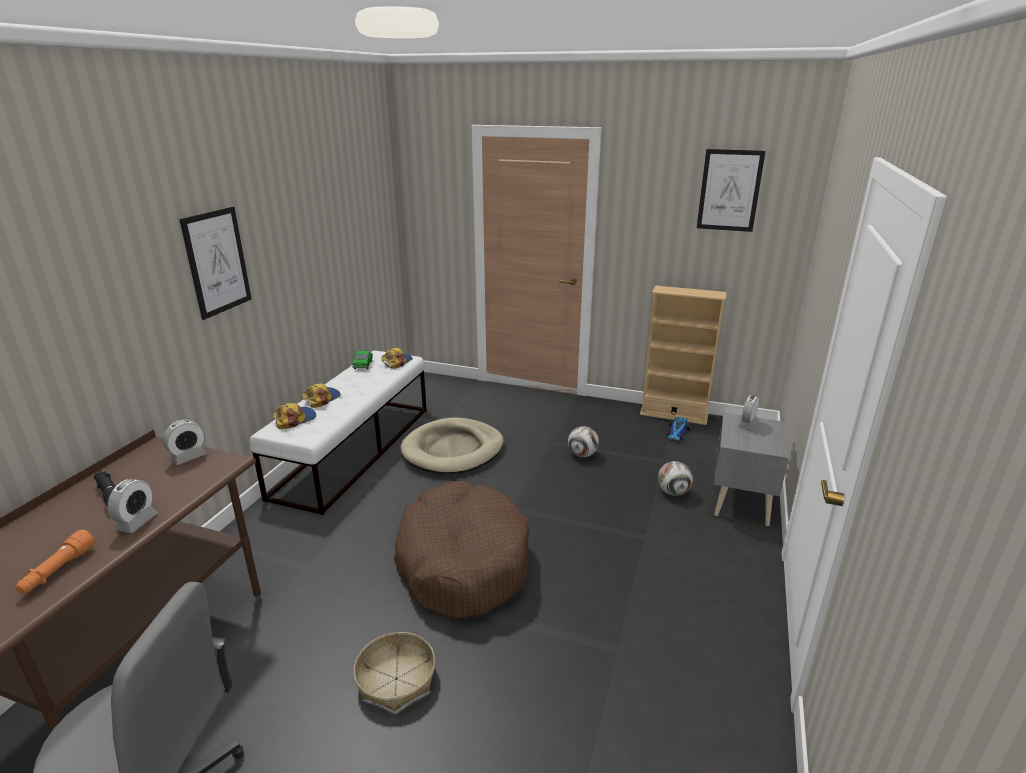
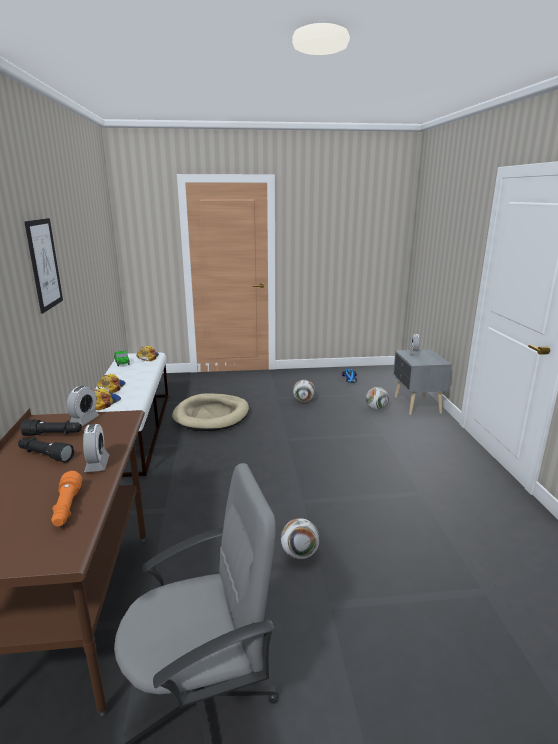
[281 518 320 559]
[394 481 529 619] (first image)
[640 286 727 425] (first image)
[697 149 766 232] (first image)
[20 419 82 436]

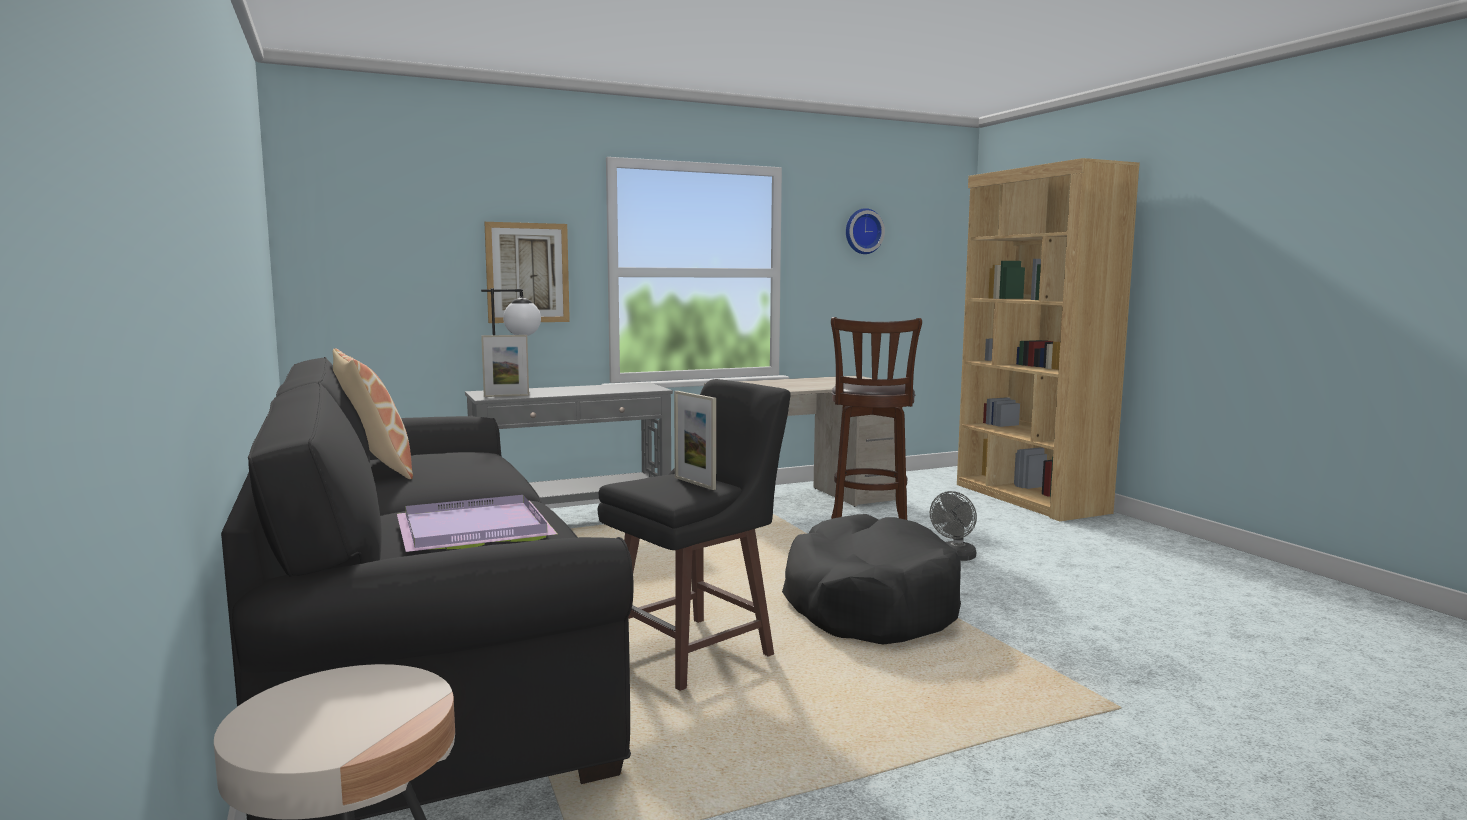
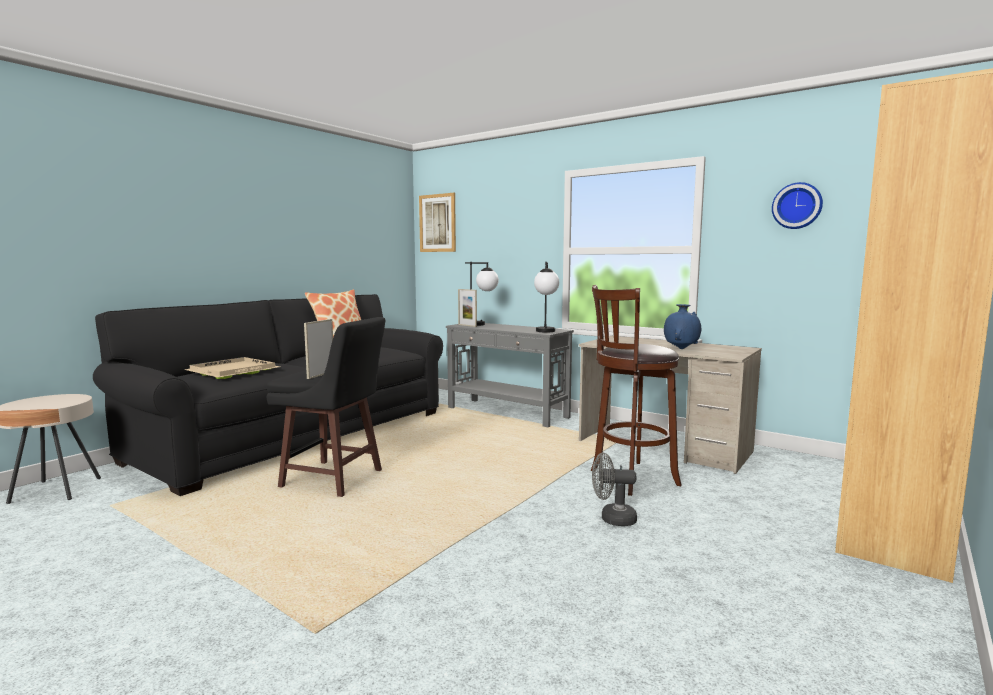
[184 357 280 379]
[419 193 456 252]
[782 514 961 644] (first image)
[534 262 559 332]
[664 304 701 349]

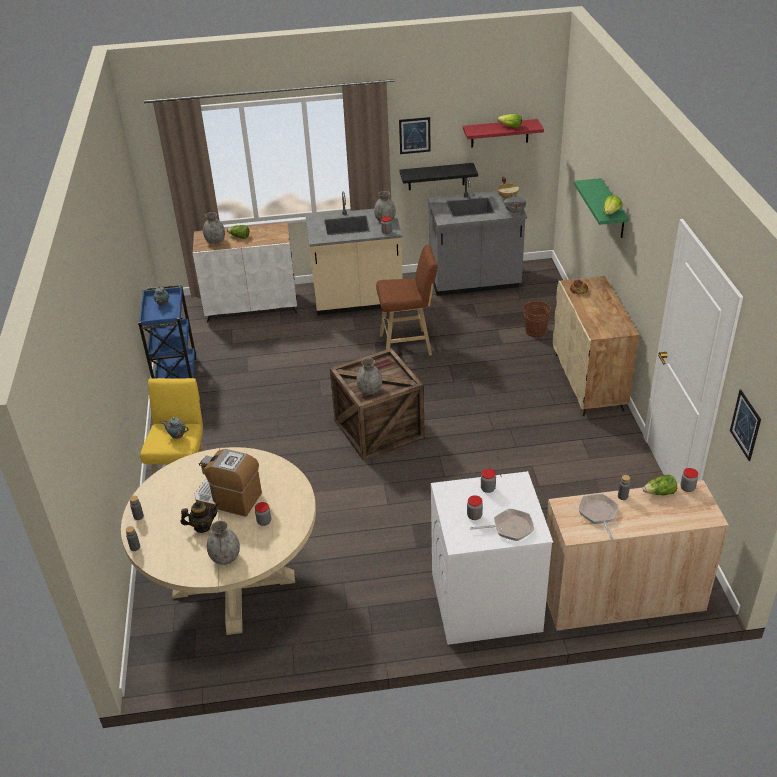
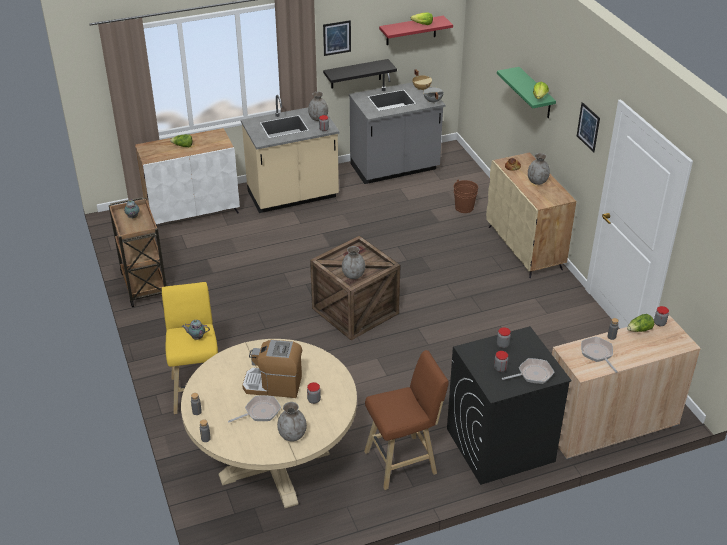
[109 197 167 307]
[228 396 281 422]
[528 153 550 185]
[364 350 449 490]
[447 326 572 485]
[577 102 600 152]

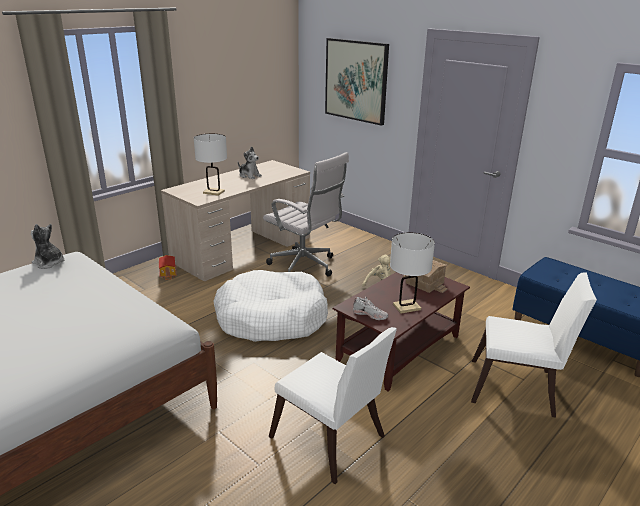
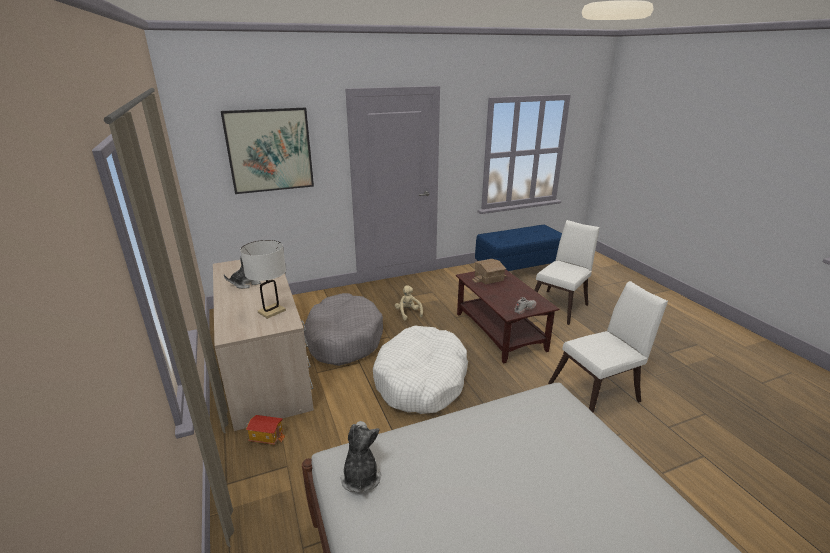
[340 421 381 493]
[304 293 383 366]
[390 232 435 314] (first image)

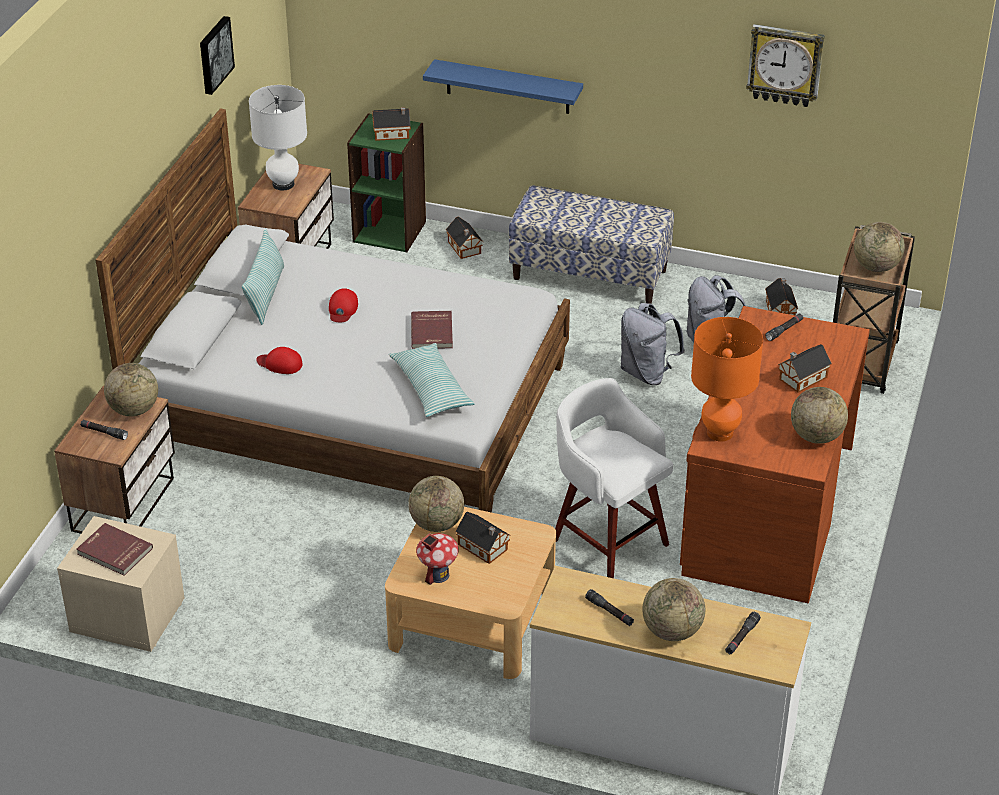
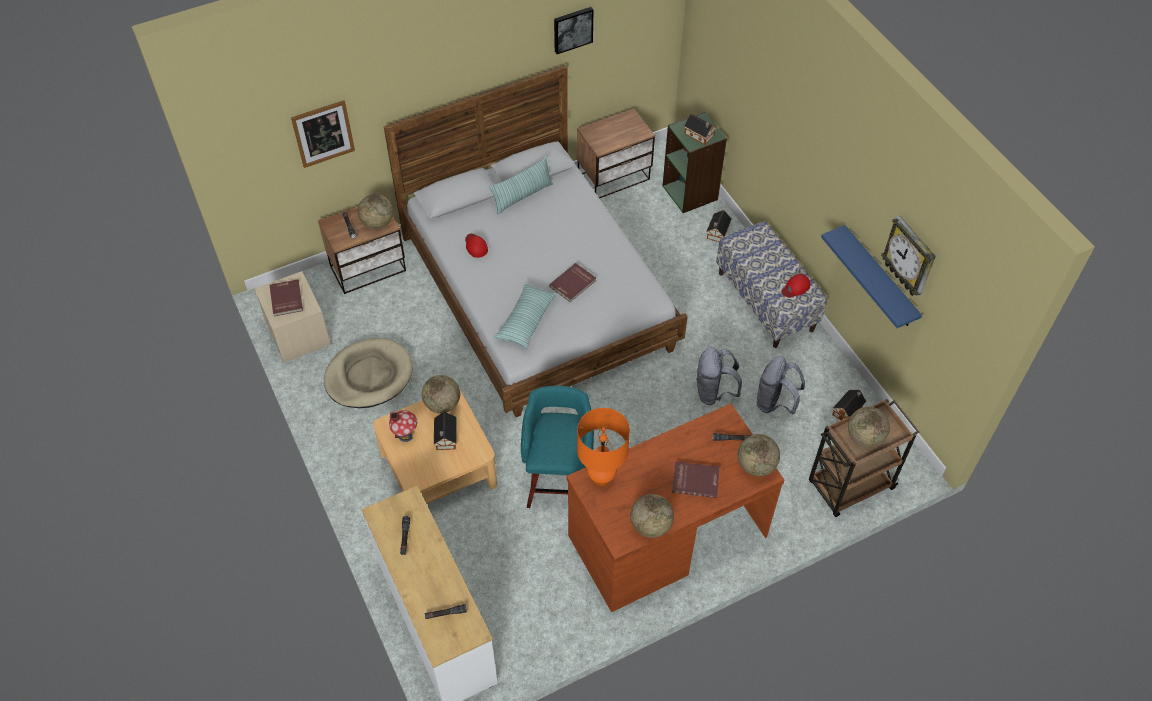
[249 85 307 190] (first image)
[782 274 811 298]
[821 225 922 328]
[521 385 594 508]
[738 434 780 476]
[672 461 720 498]
[291 100 355 168]
[324 338 412 408]

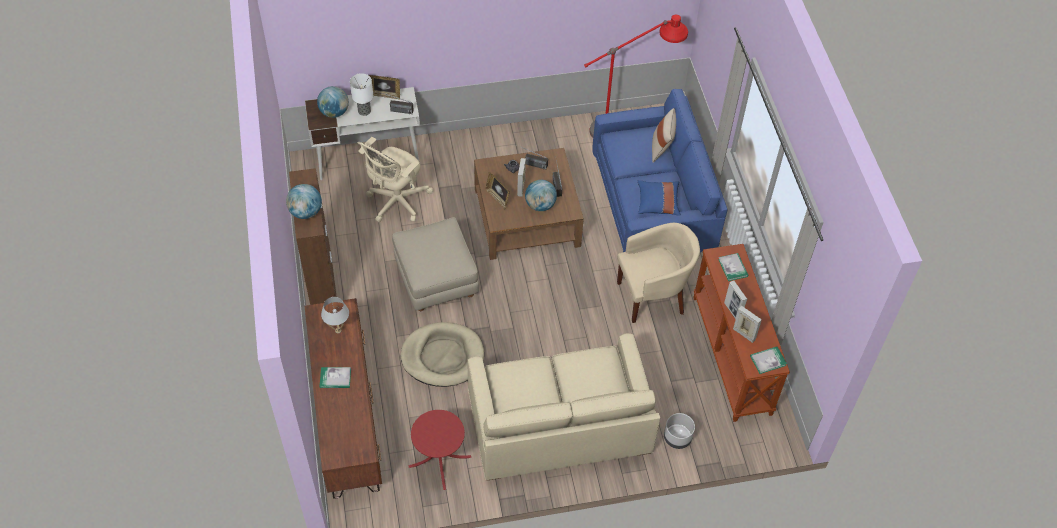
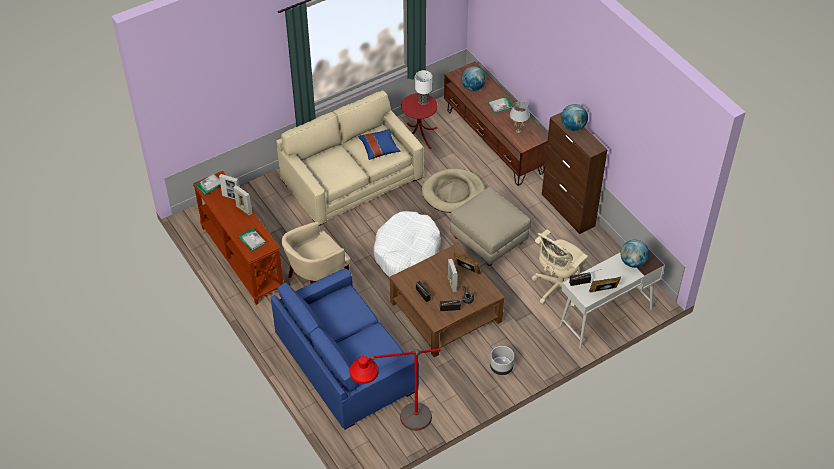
[415 70 432 105]
[532 229 588 307]
[461 66 486 91]
[358 129 401 160]
[652 108 676 163] (first image)
[490 346 514 375]
[373 211 441 277]

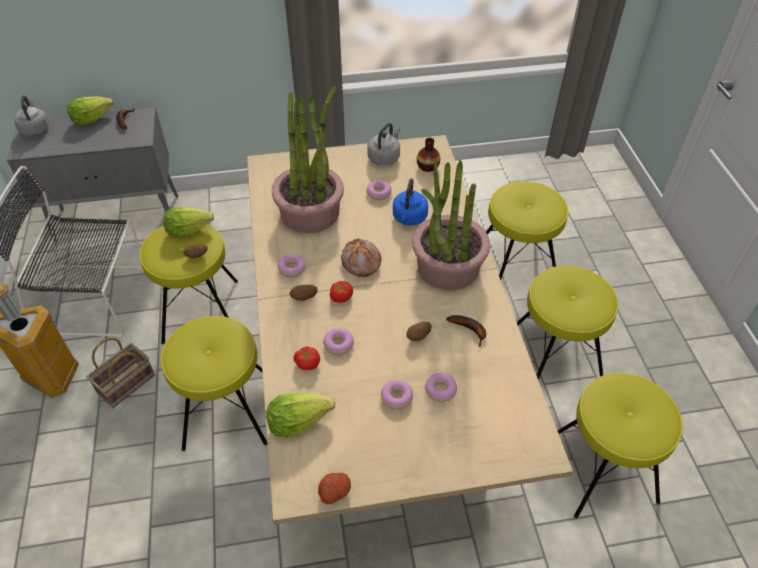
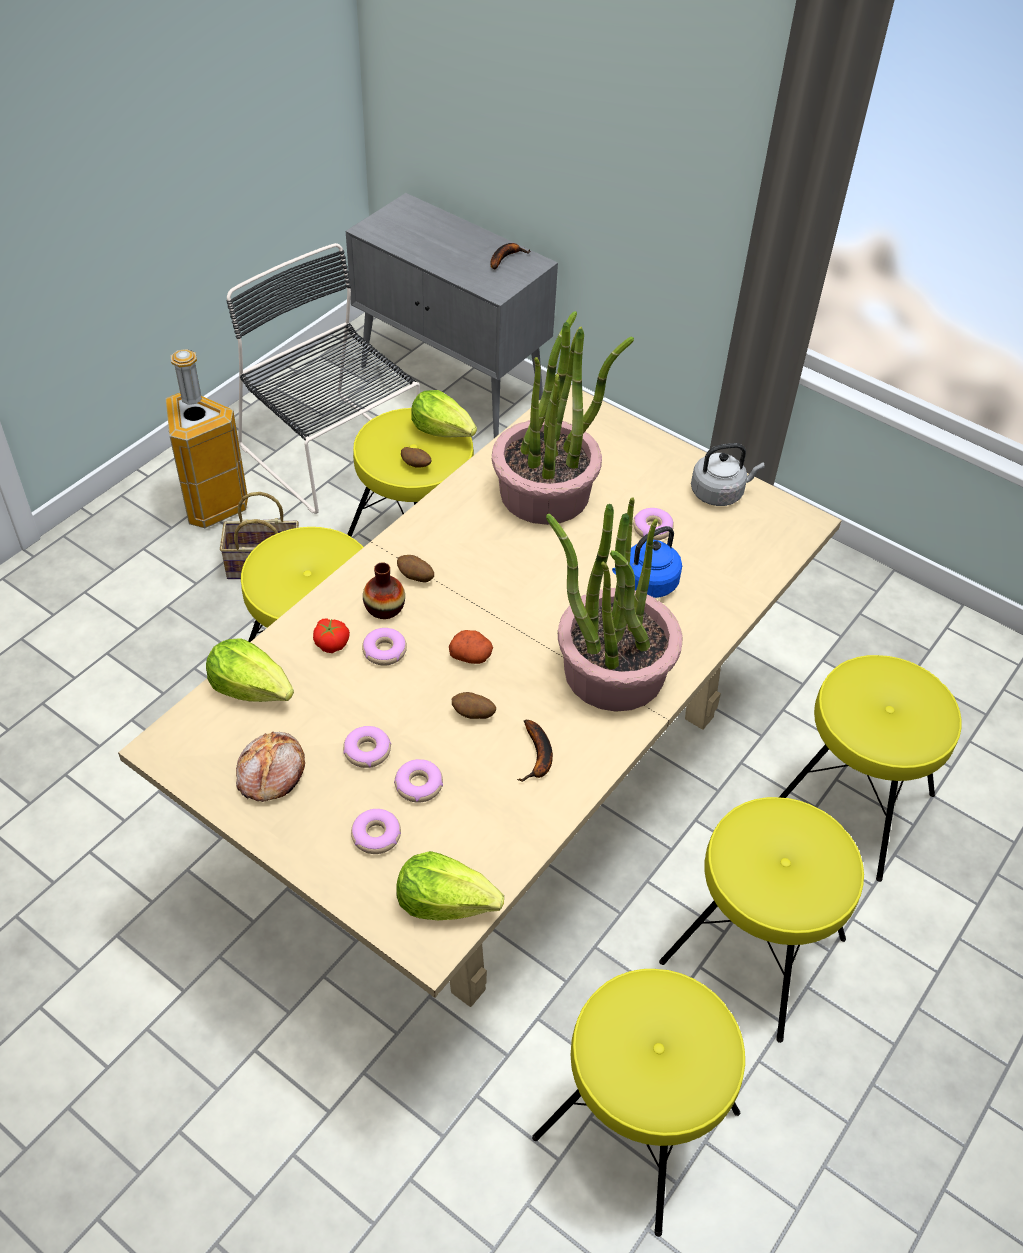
[14 96 49 136] (first image)
[396 851 504 920]
[351 809 401 854]
[449 630 493 664]
[330 281 353 303] (first image)
[236 731 305 802]
[363 562 405 619]

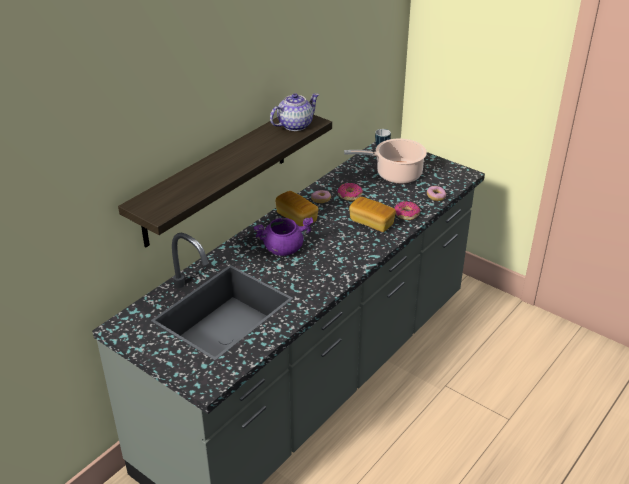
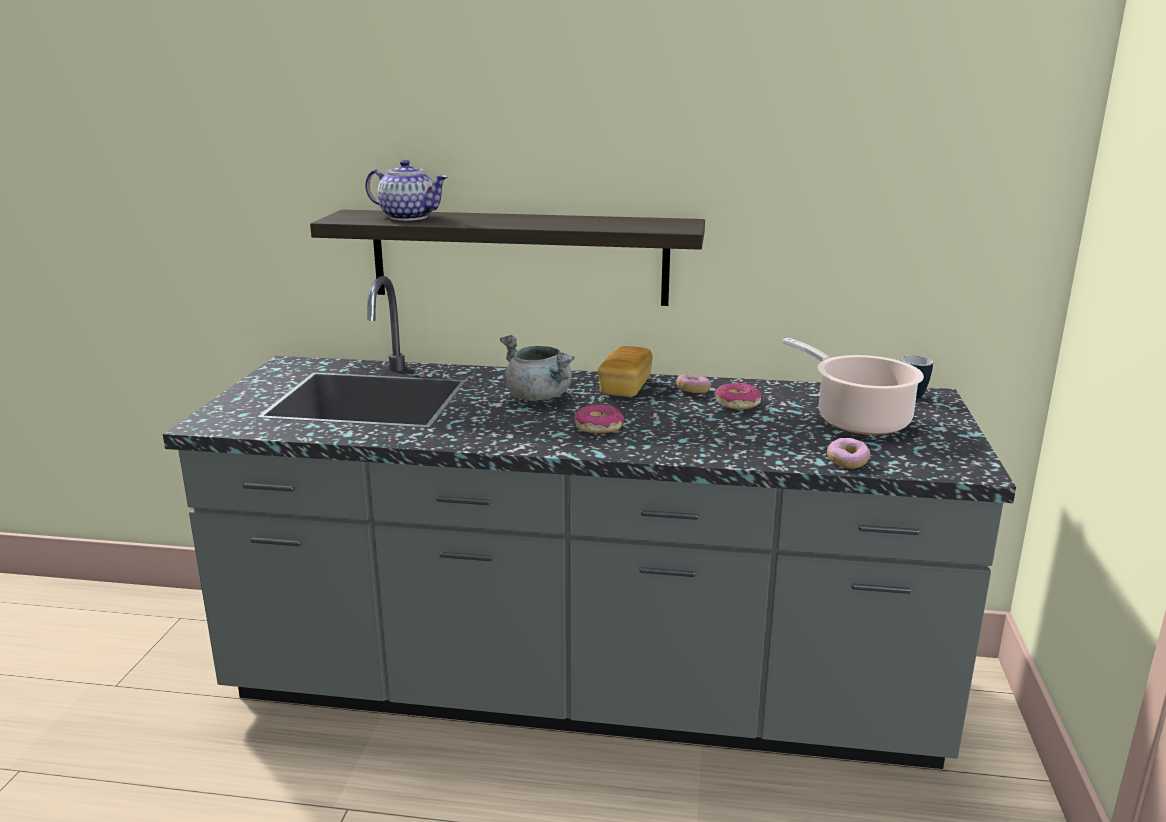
[500 335 574 401]
[365 160 448 221]
[349 197 396 232] (first image)
[575 404 624 434]

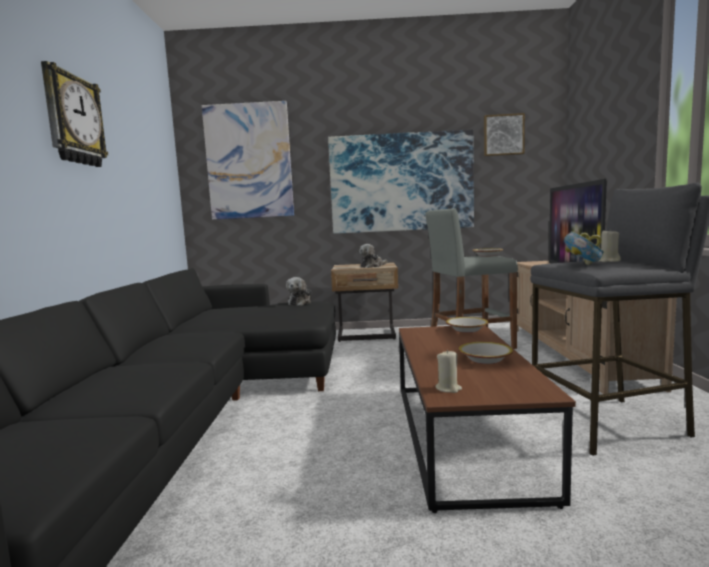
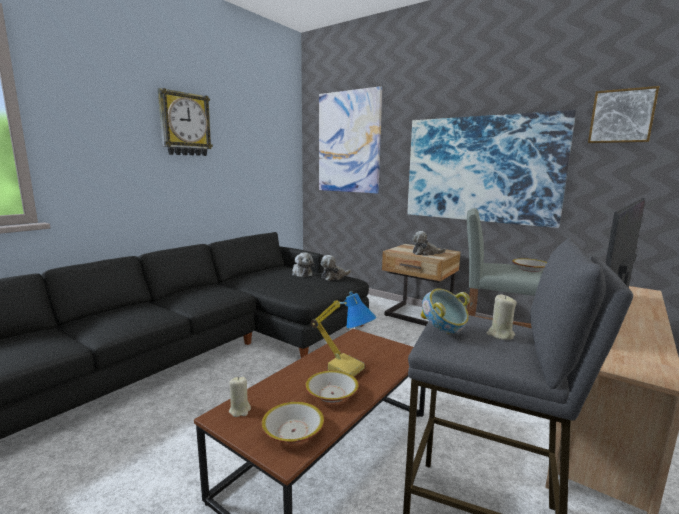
[261 402 324 443]
[292 253 314 277]
[311 291 376 376]

